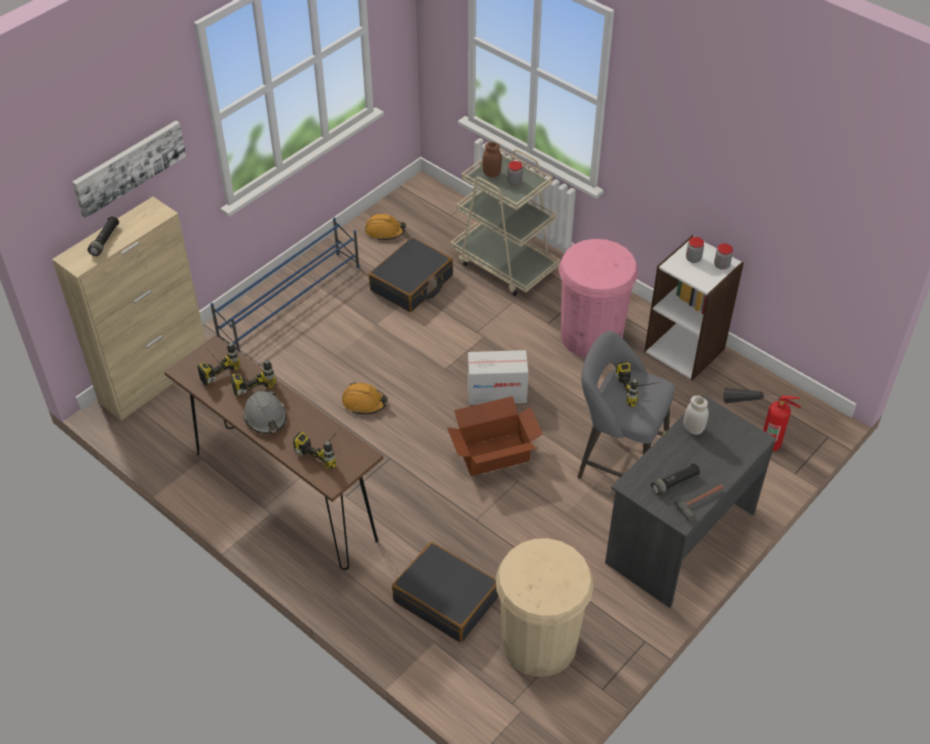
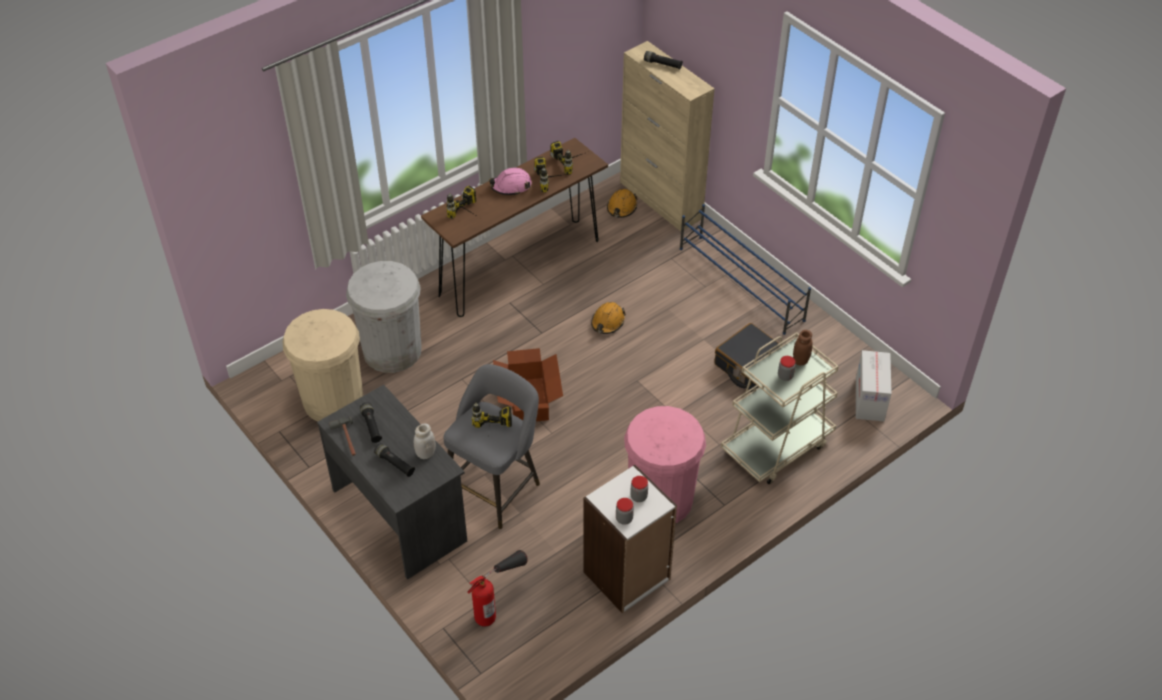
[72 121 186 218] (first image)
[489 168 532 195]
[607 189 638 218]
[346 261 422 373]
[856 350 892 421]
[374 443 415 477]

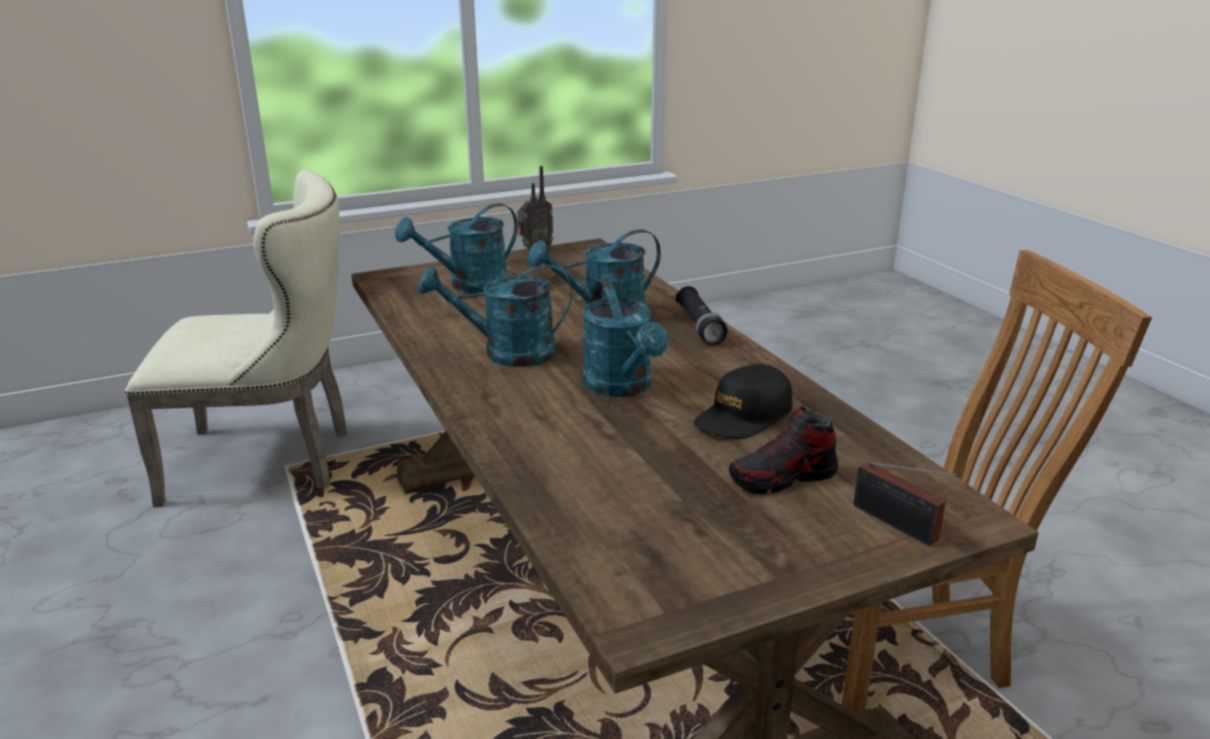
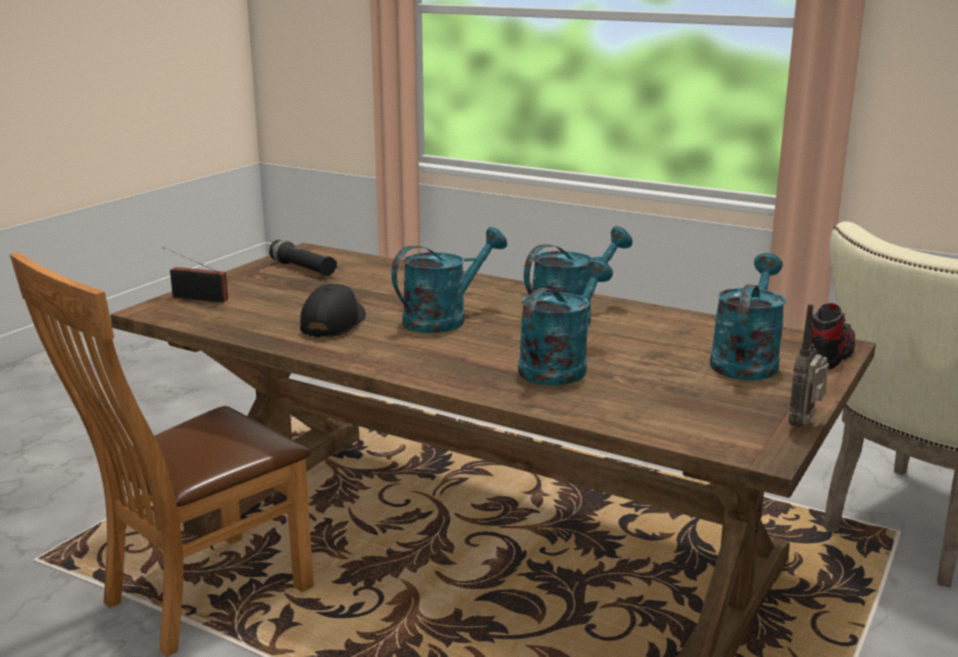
[391 227 507 333]
[269 240 337 276]
[812 303 855 370]

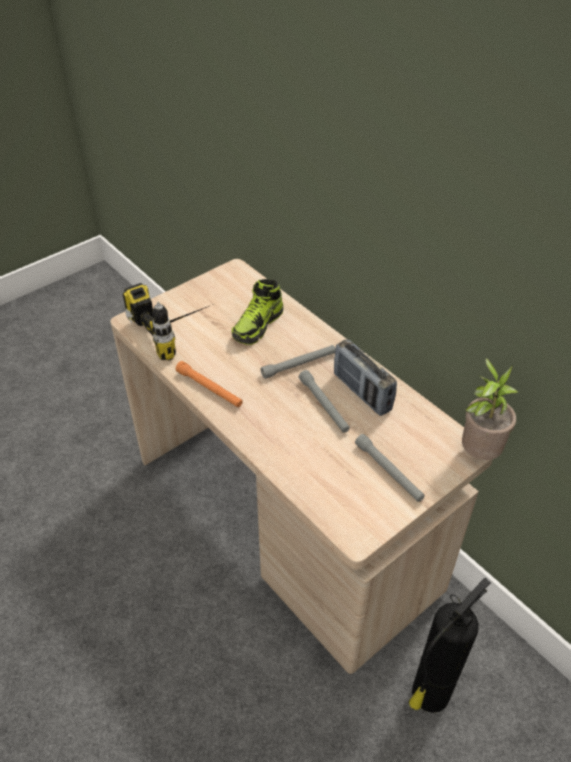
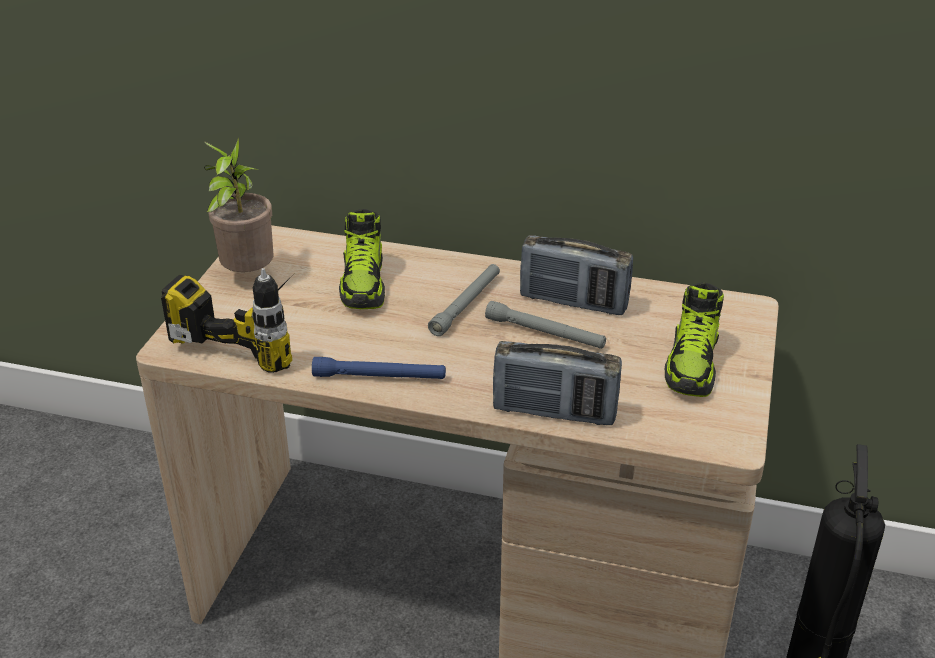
[312 357 446 379]
[665 282 724 397]
[204 137 273 272]
[493 341 622 425]

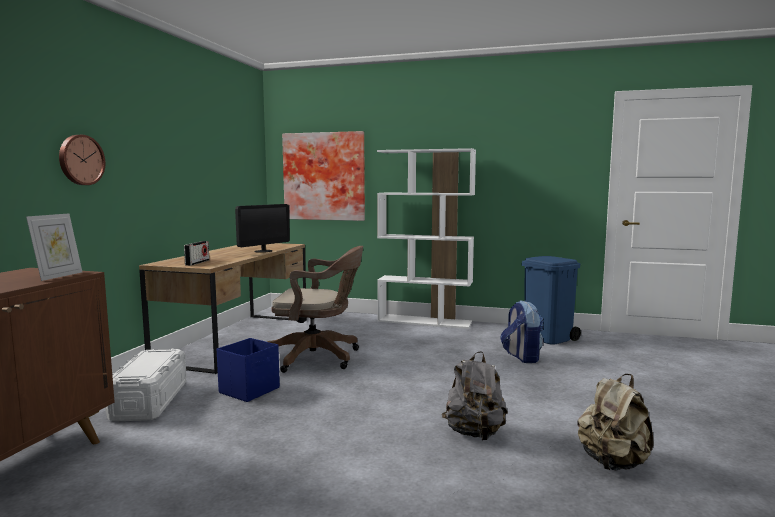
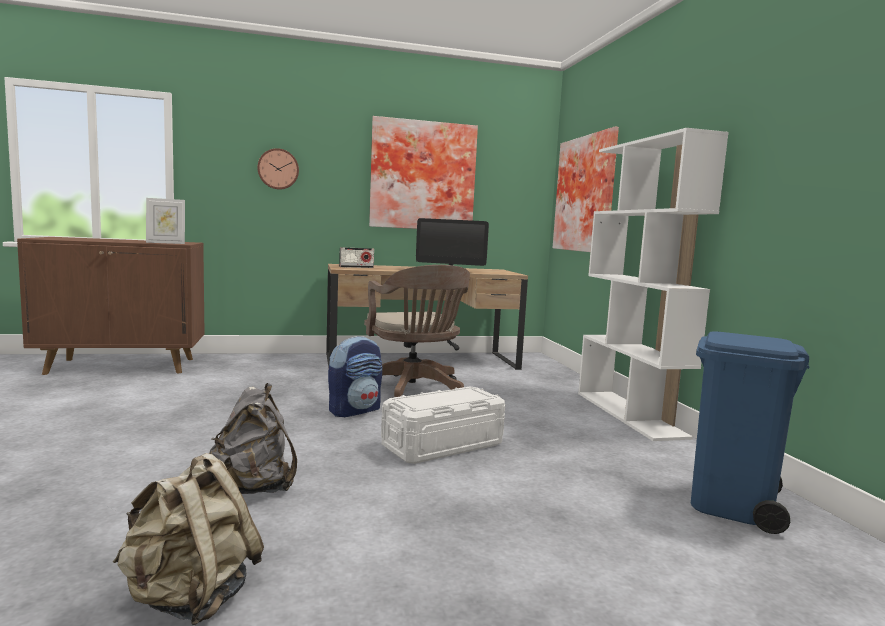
[381 387 505 464]
[217 338 280 402] (first image)
[328 336 382 417]
[369 116 478 229]

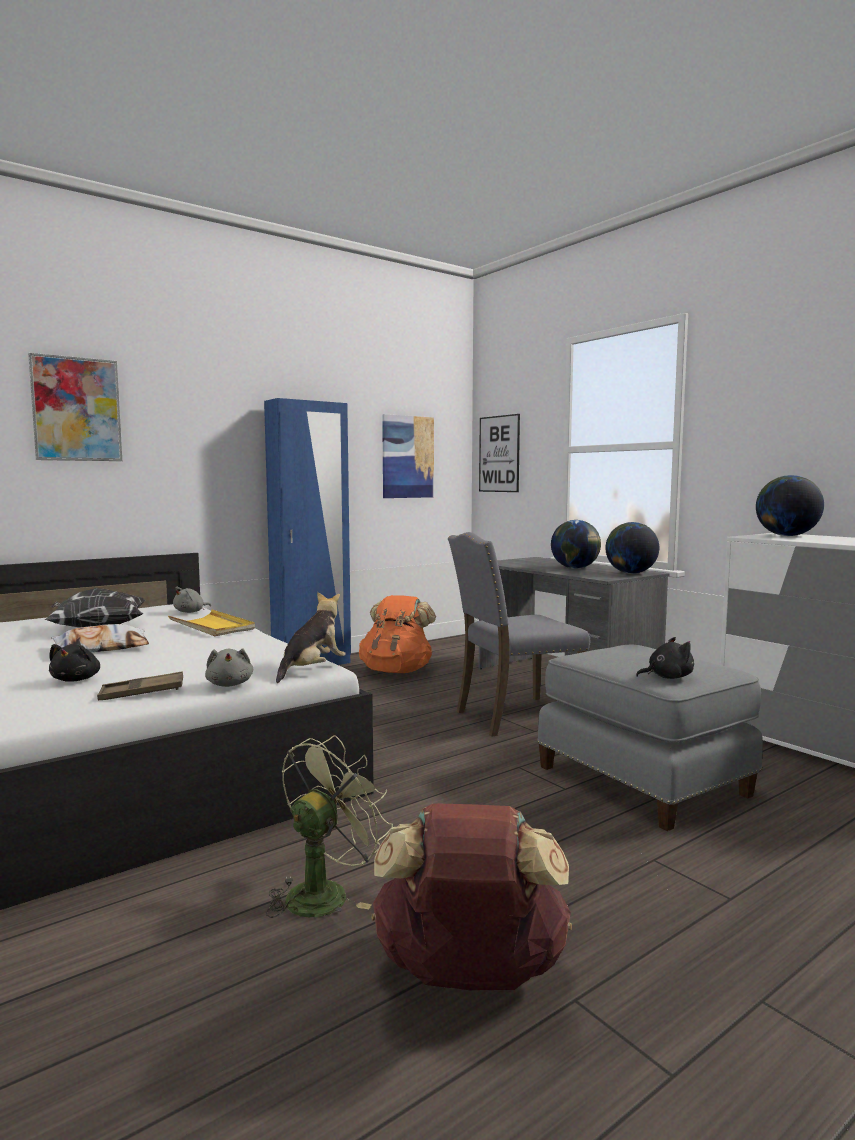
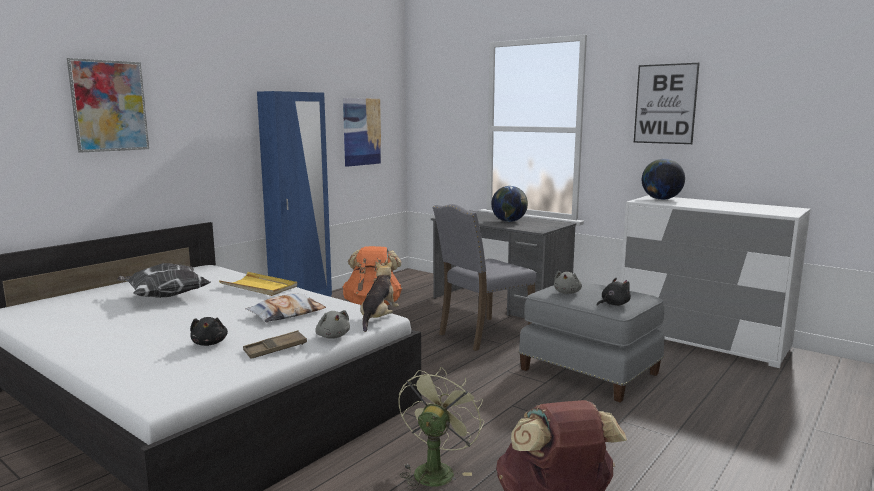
[246 293 326 322]
[554 271 582 294]
[634 63 700 144]
[605 522 659 574] (first image)

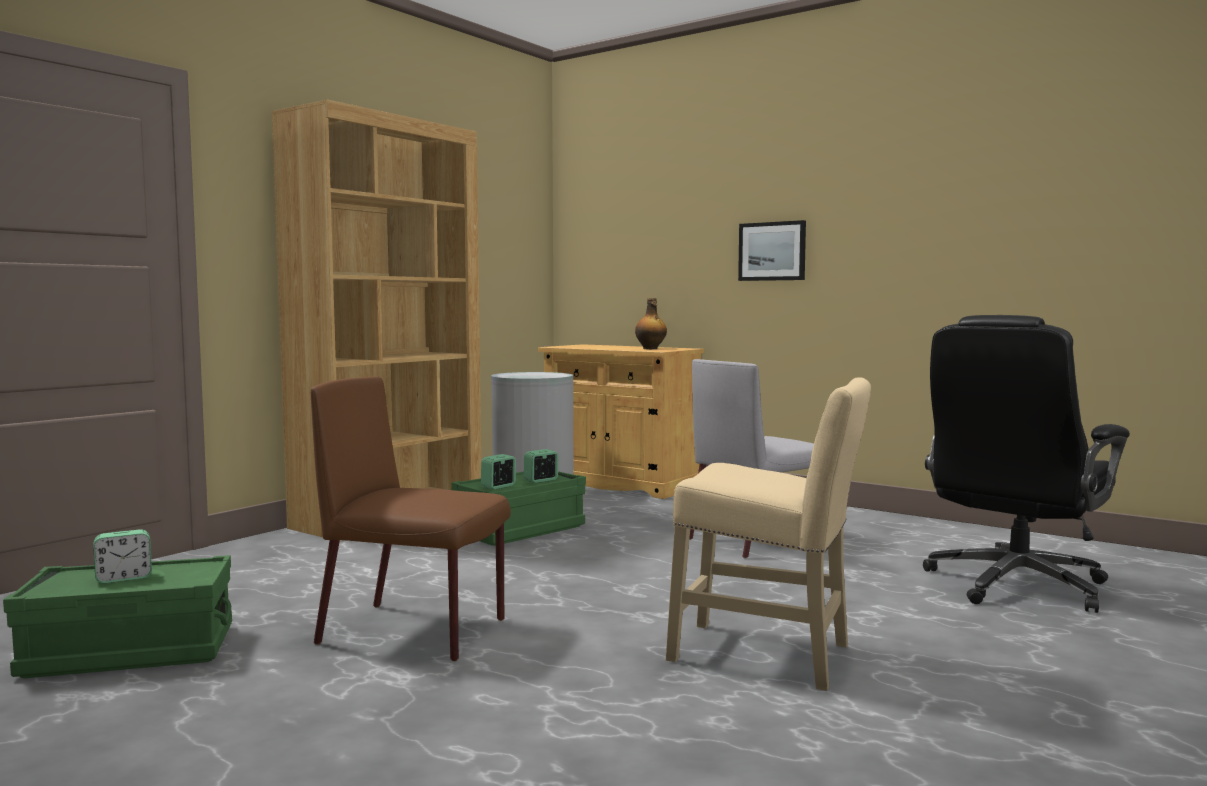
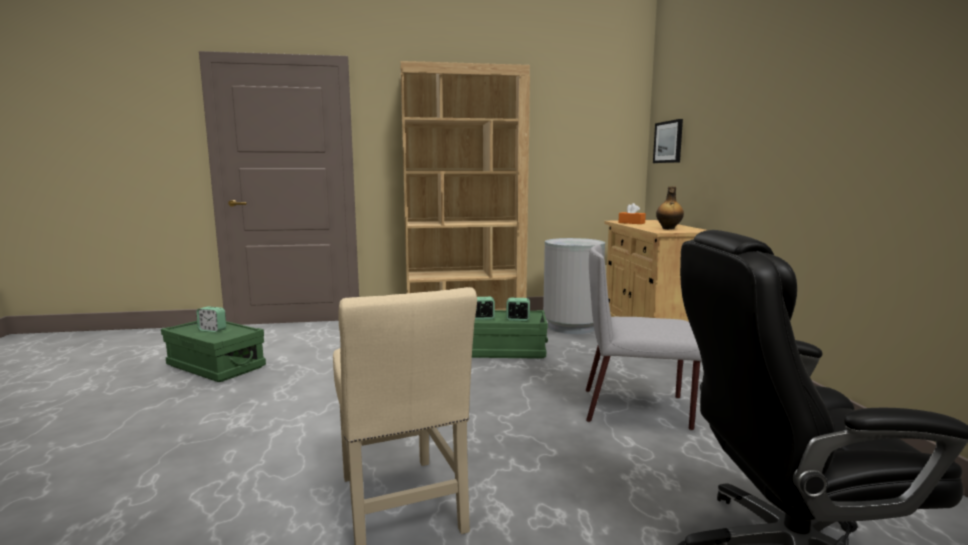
[311 377 511 661] (first image)
[653 119 683 163]
[618 203 646 224]

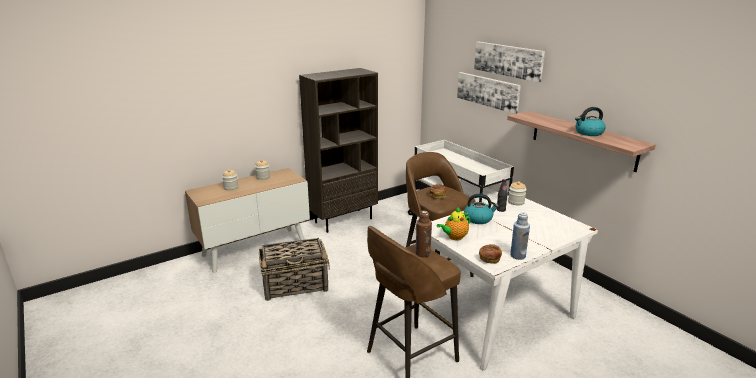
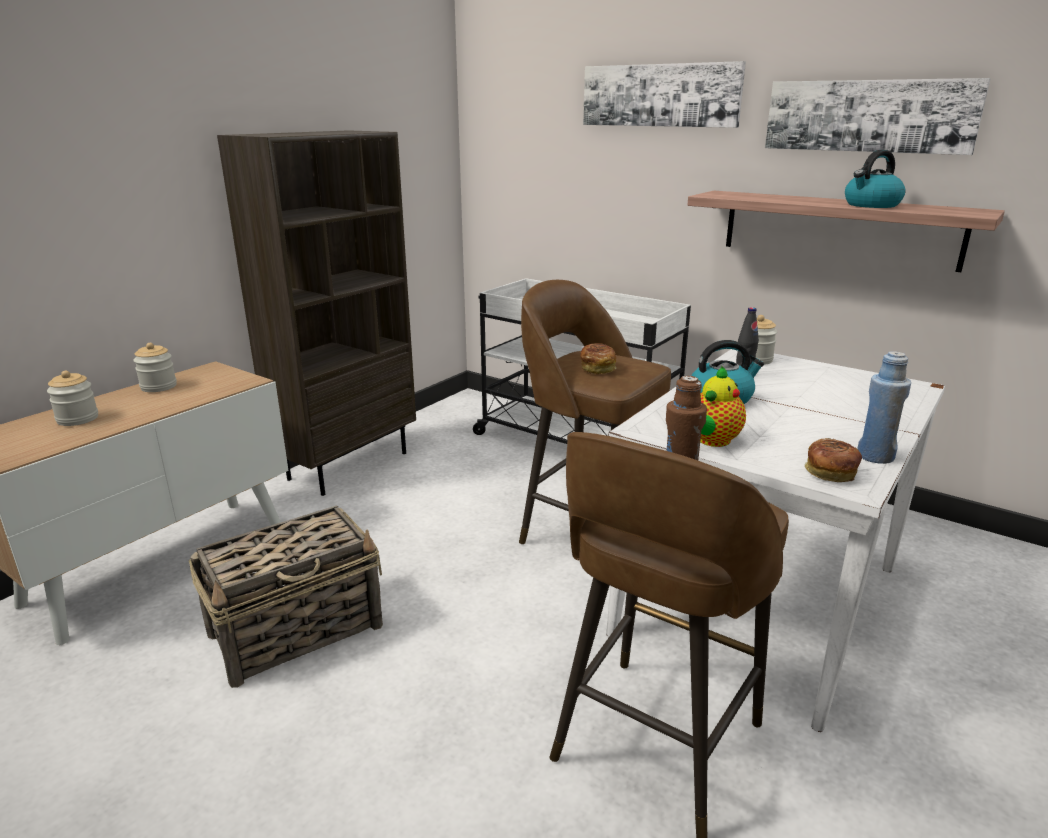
[765 78 991 155]

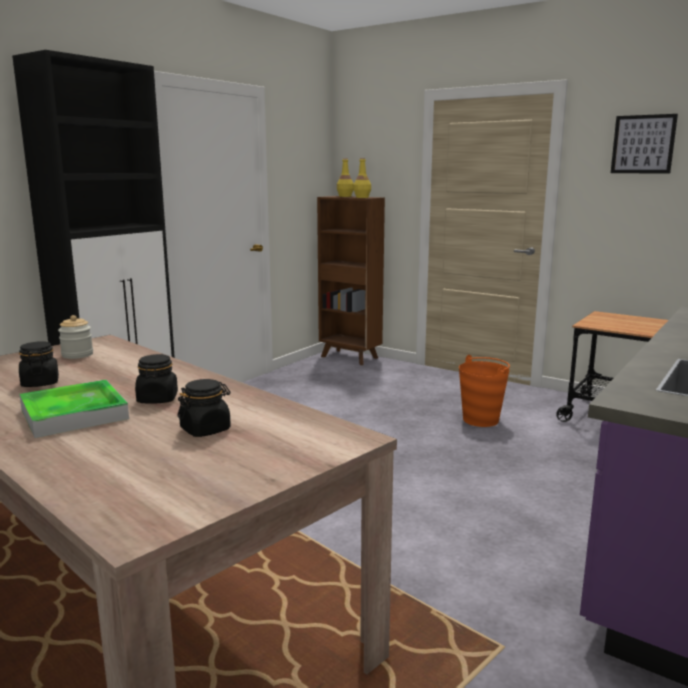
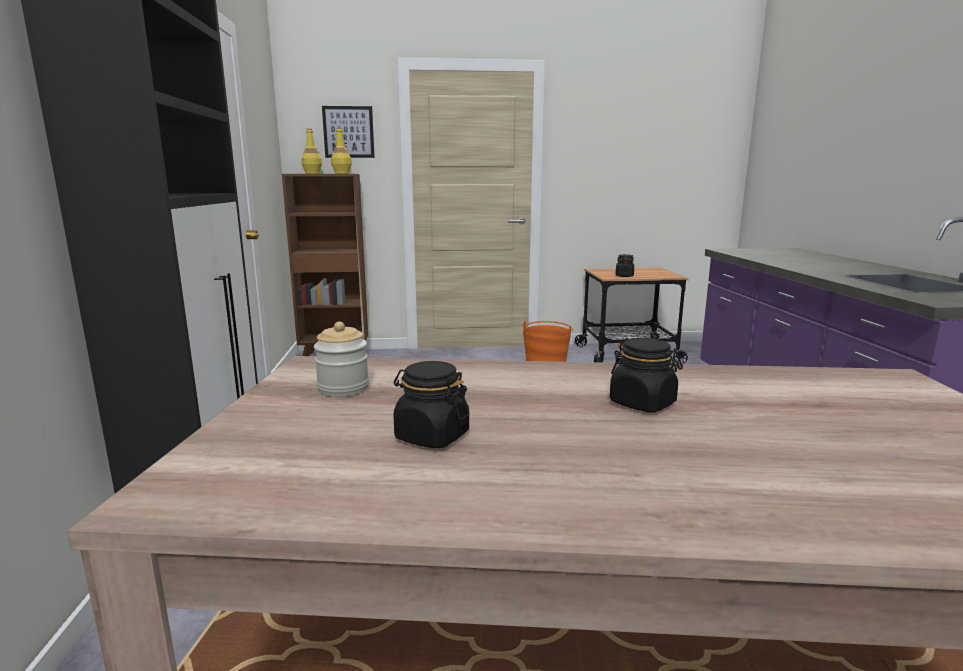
[19 380 129 438] (first image)
[616 254 634 277]
[322 106 375 158]

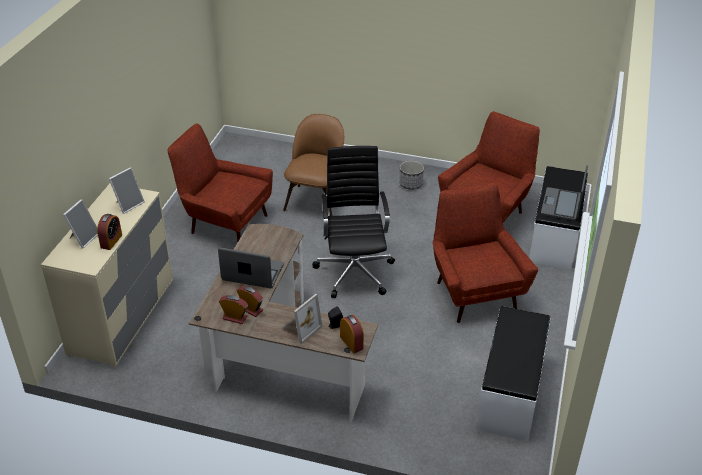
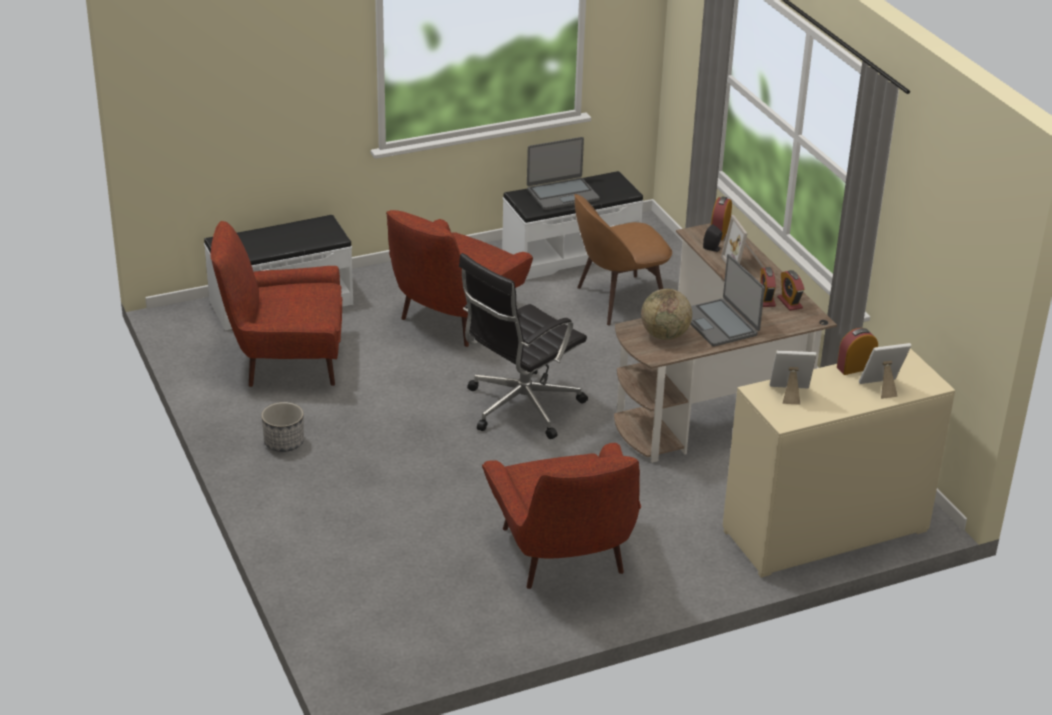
[721 215 764 268]
[574 194 672 326]
[527 137 600 210]
[641 289 692 340]

